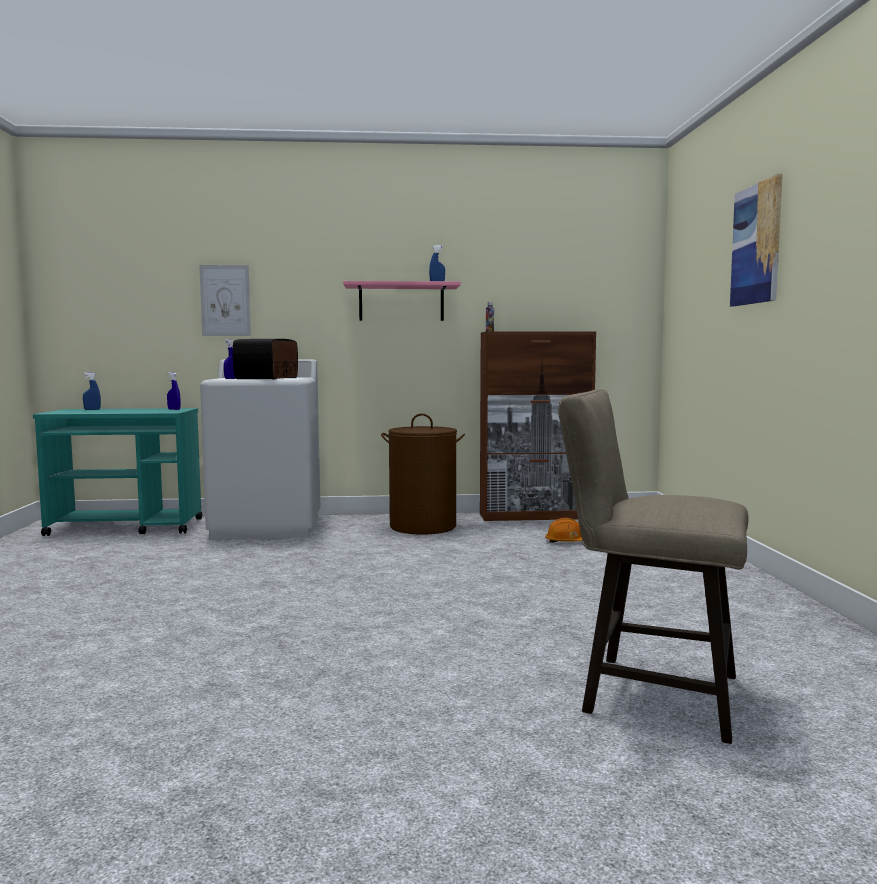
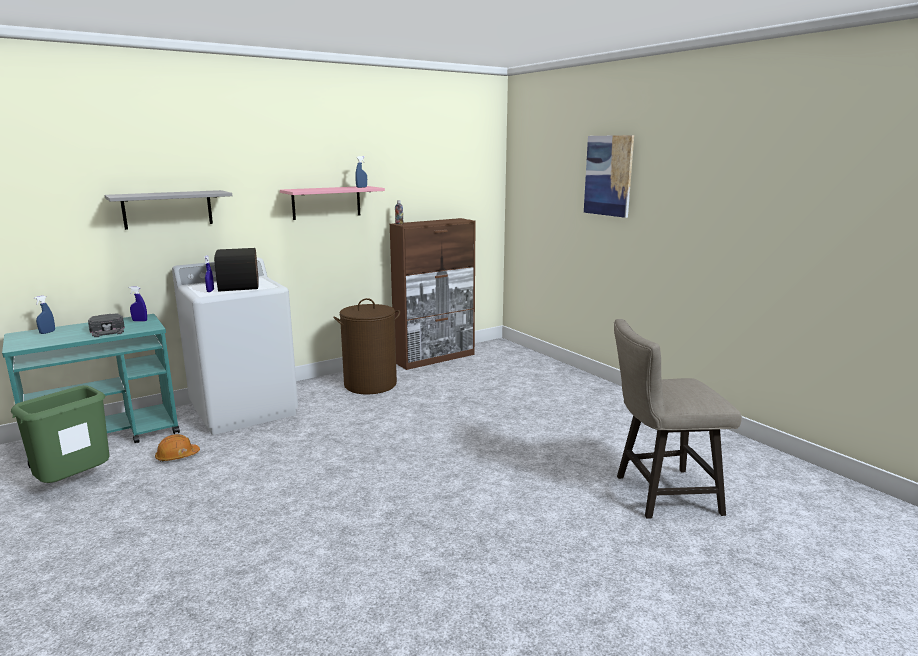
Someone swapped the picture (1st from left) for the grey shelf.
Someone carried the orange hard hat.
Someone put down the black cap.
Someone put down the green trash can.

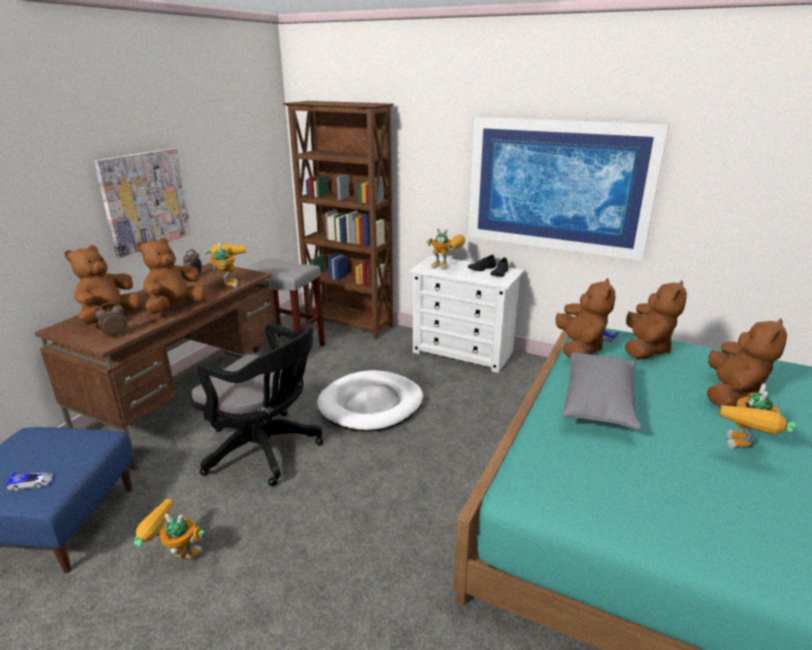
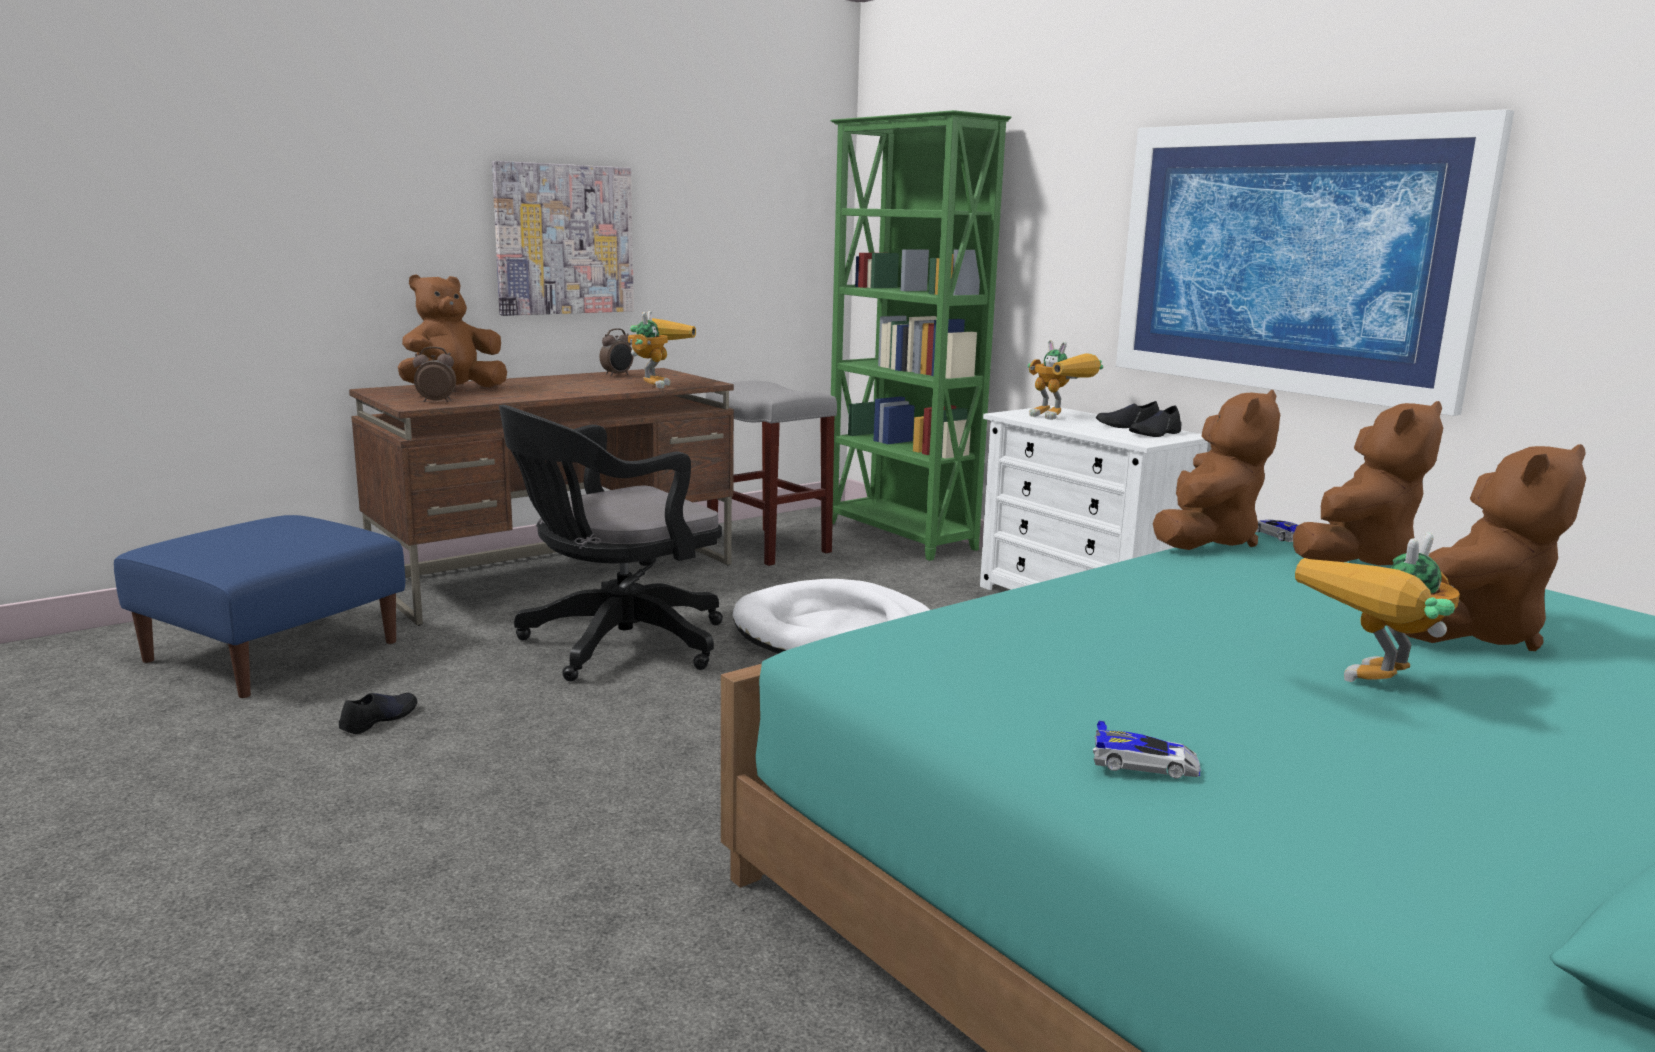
Someone repainted the brown bookcase, which became the green bookcase.
Someone took away the brown plush toy (2nd from left).
Someone rotated the black office chair by 90 degrees clockwise.
Someone took away the grey pillow.
Someone carried the toy car (1st from left).
Someone swapped the toy robot (1st from left) for the black shoe (1st from left).

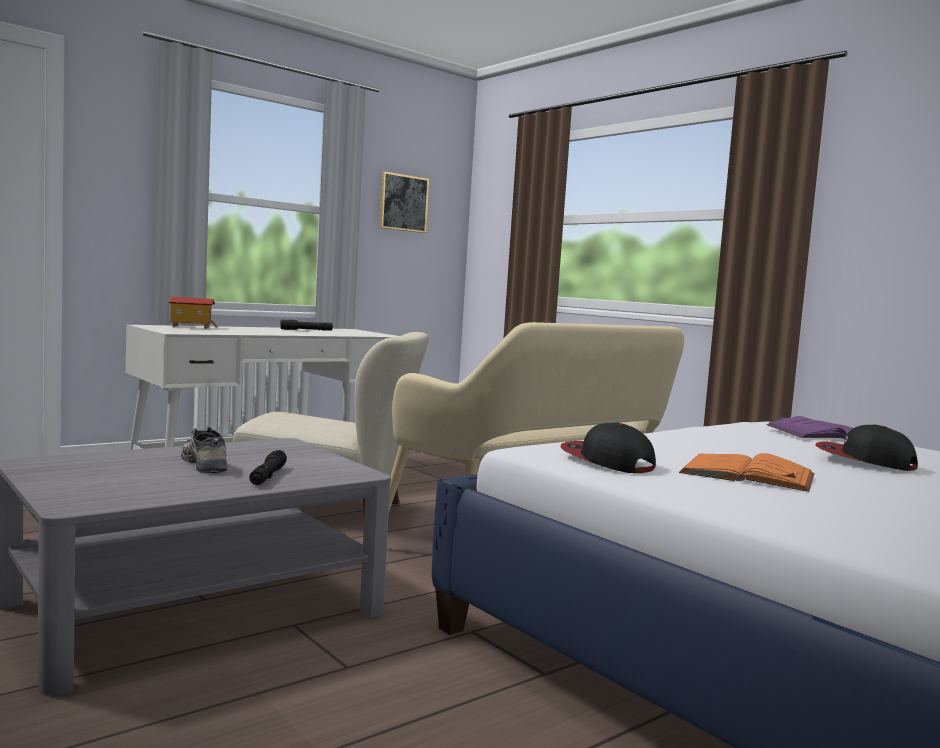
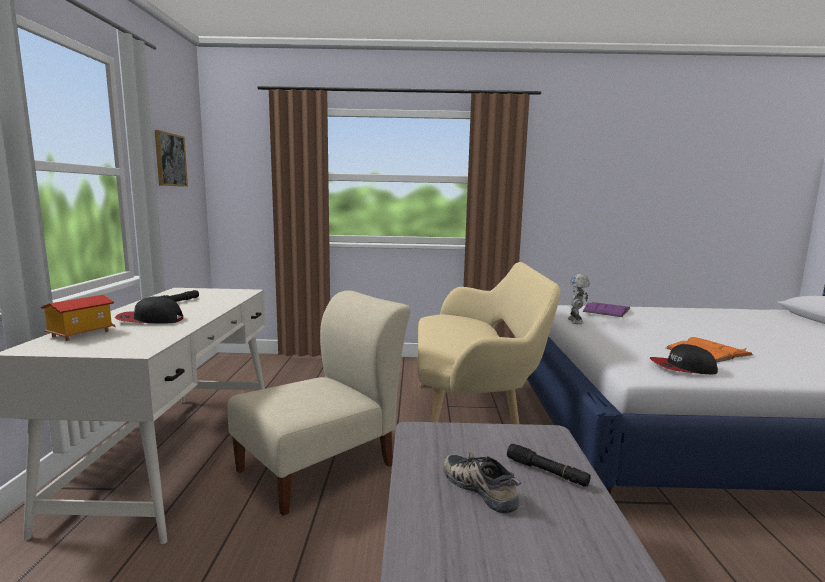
Someone carried the cap (2nd from left in the first image).
Someone rotated the shoe by 45 degrees clockwise.
Someone put down the toy robot.

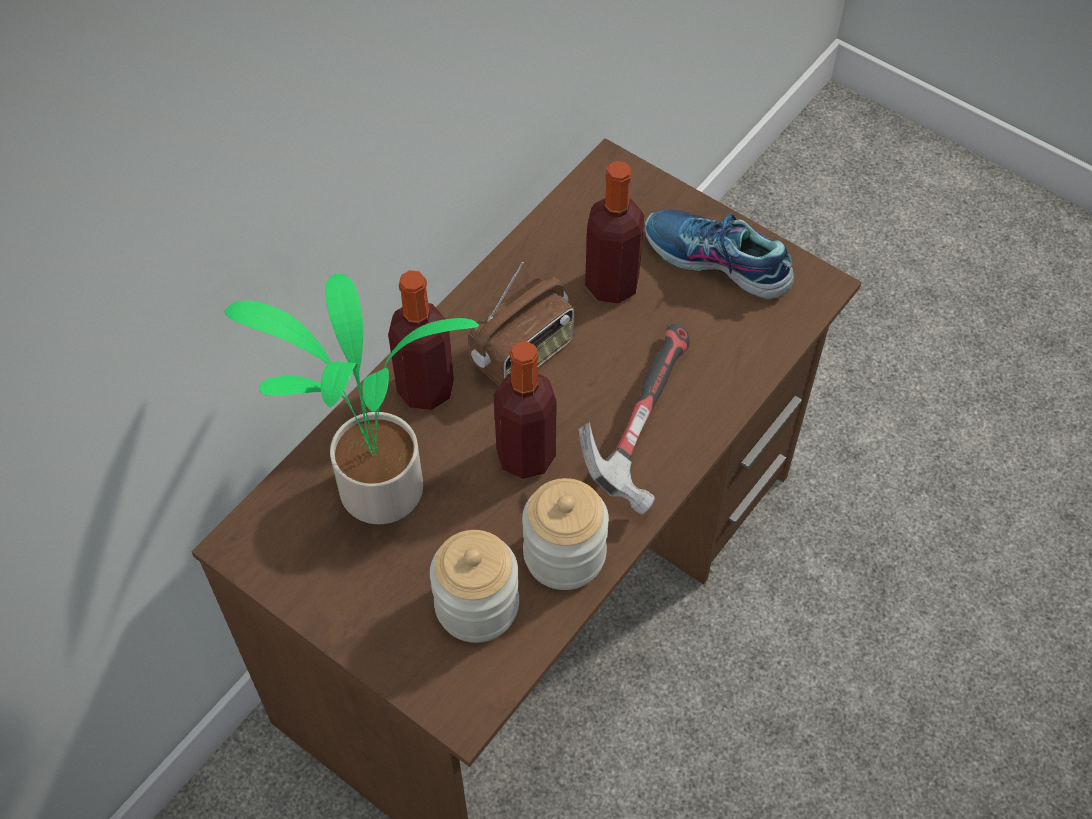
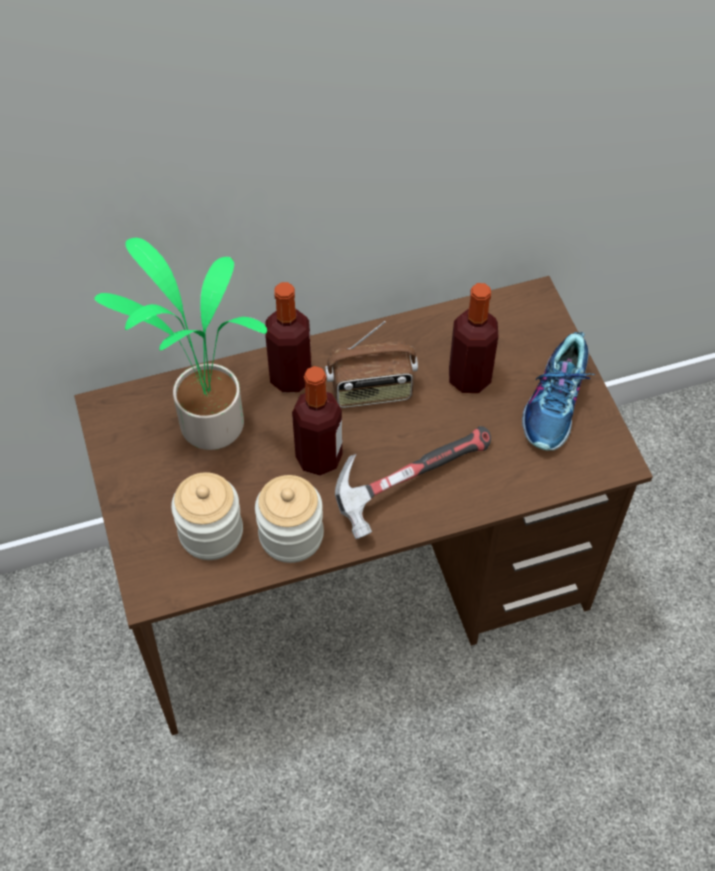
Someone rotated the shoe by 135 degrees counterclockwise.

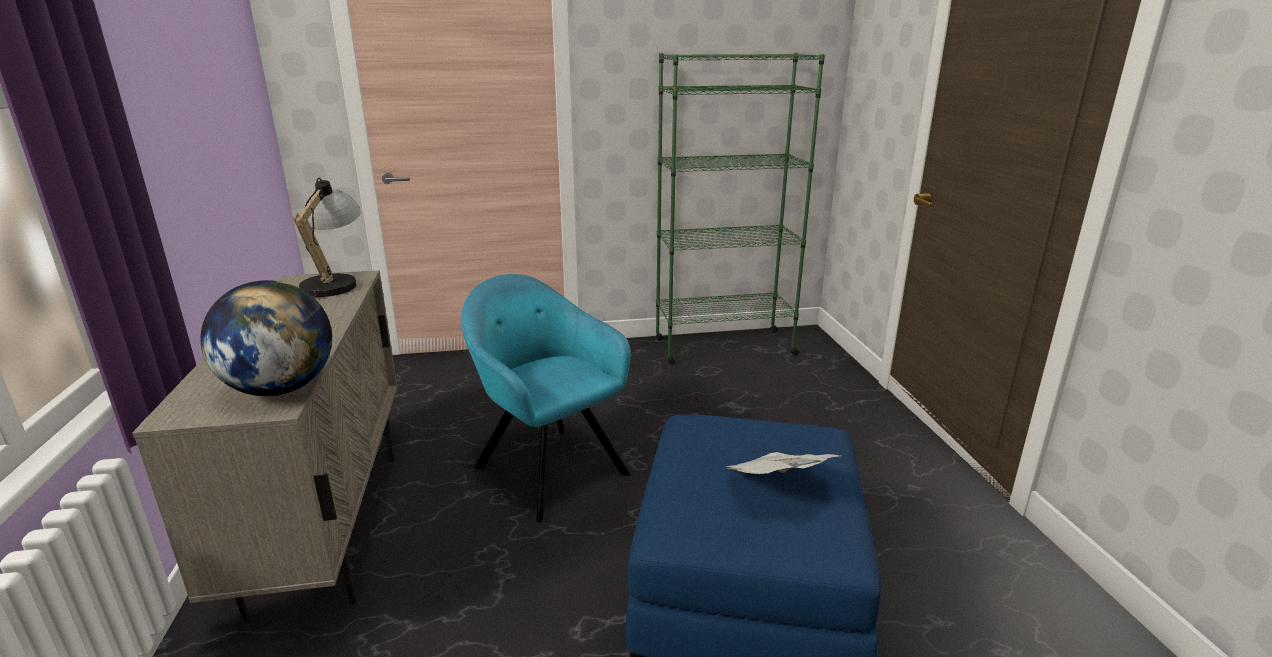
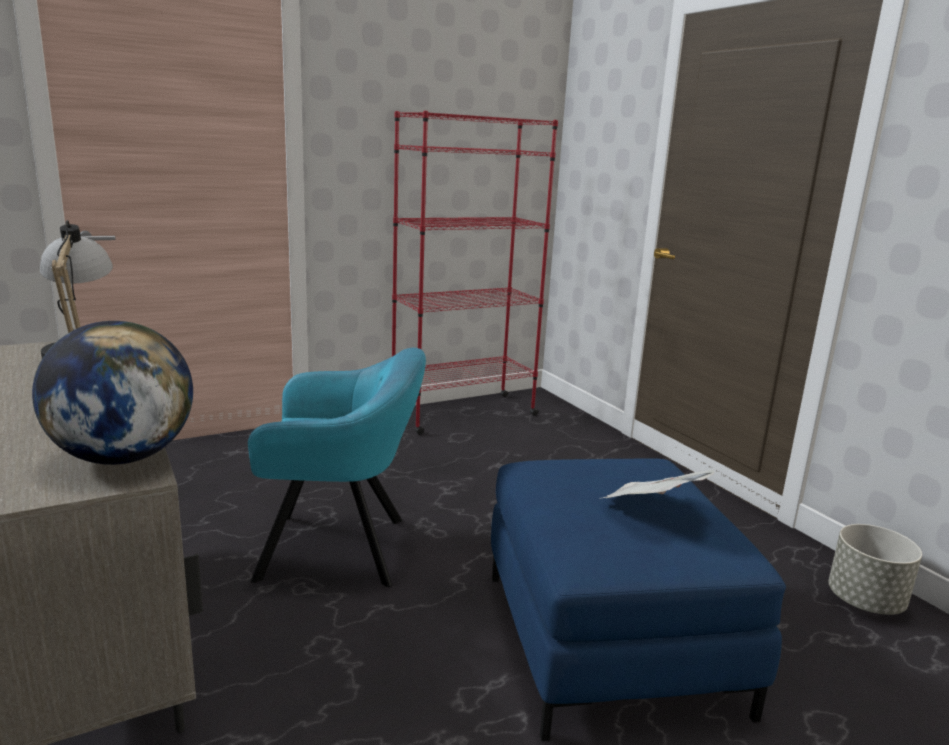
Someone repainted the green bookcase, which became the red bookcase.
Someone rotated the turquoise armchair by 150 degrees clockwise.
Someone put down the grey planter.

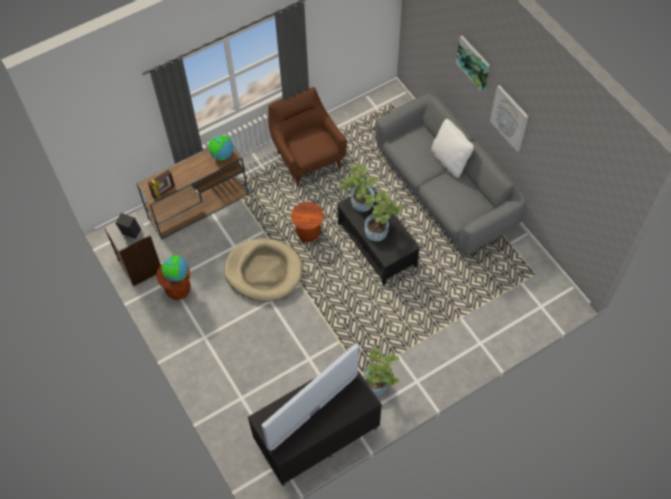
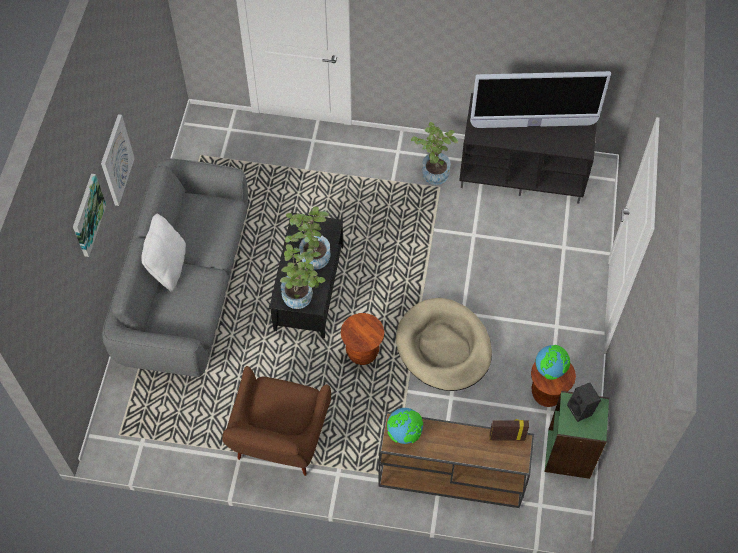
Someone repainted the grey bookcase, which became the green bookcase.

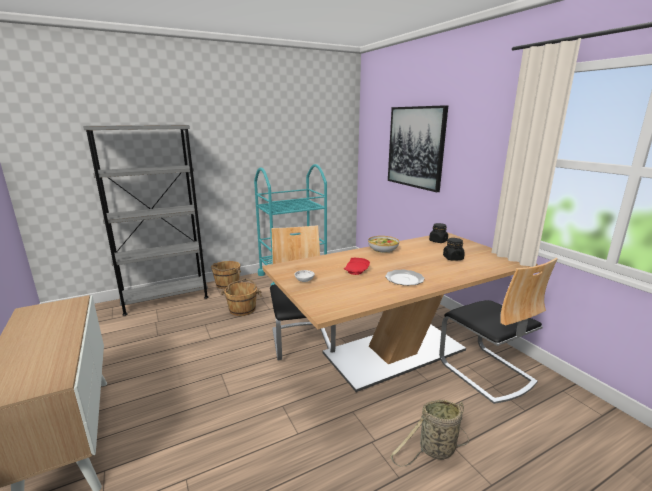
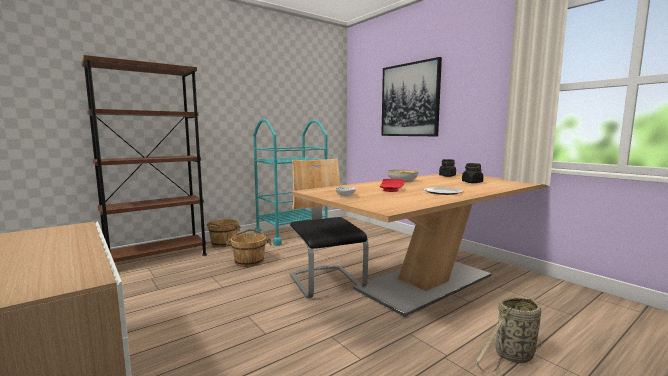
Someone repainted the grey bookcase, which became the brown bookcase.
Someone took away the chair (2nd from left).

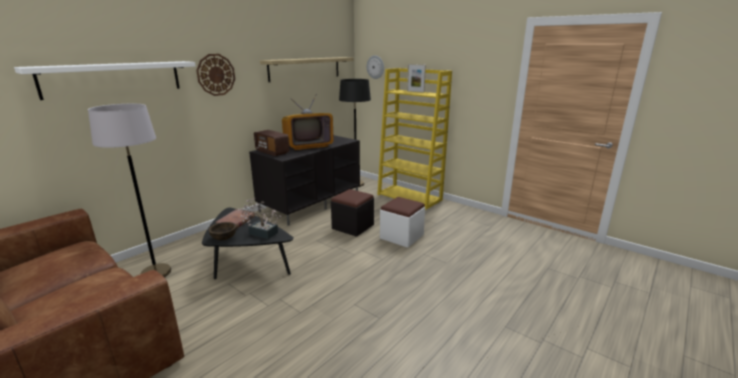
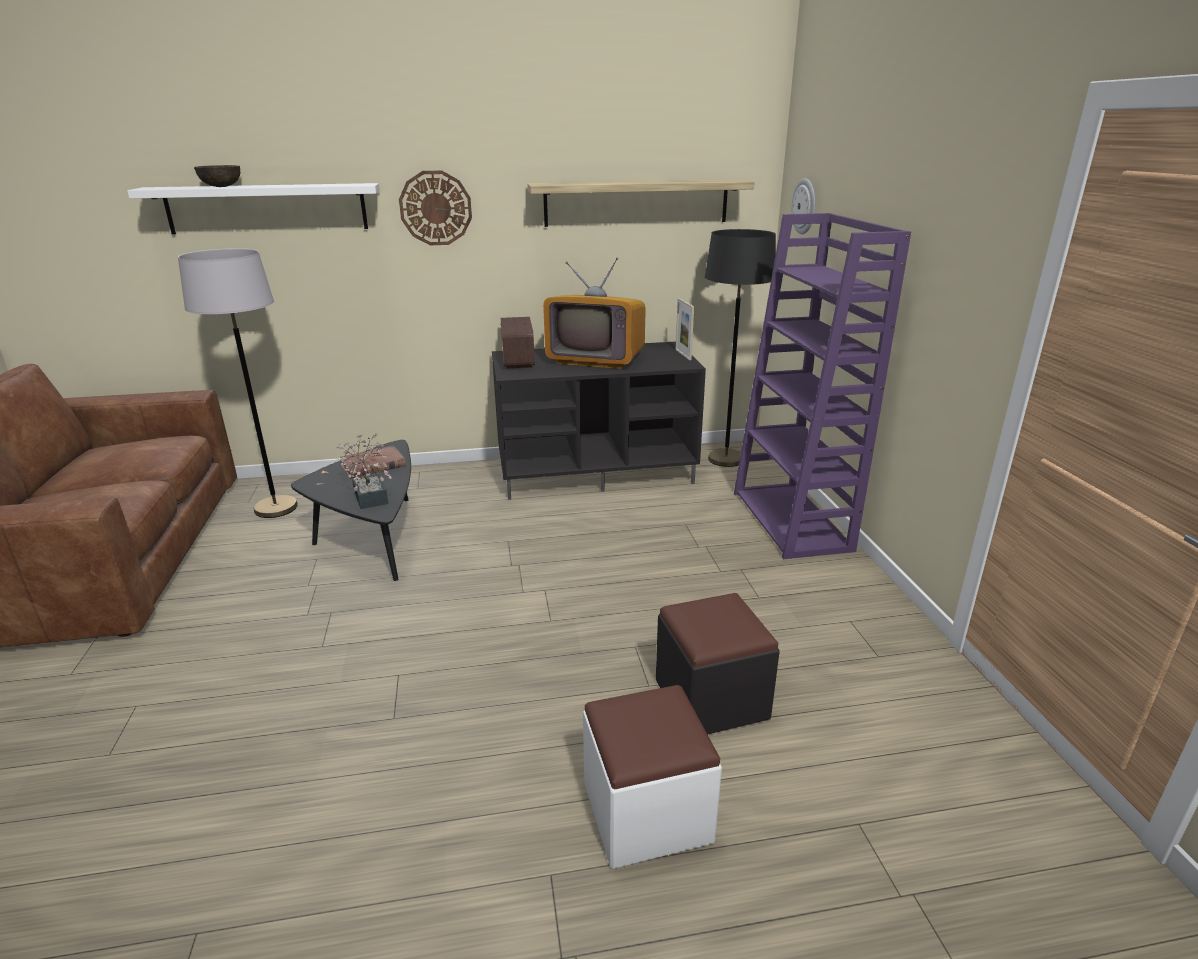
Someone carried the picture frame.
Someone repainted the yellow bookcase, which became the purple bookcase.
Someone carried the black ottoman.
Someone carried the white ottoman.
Someone carried the brown bowl.

